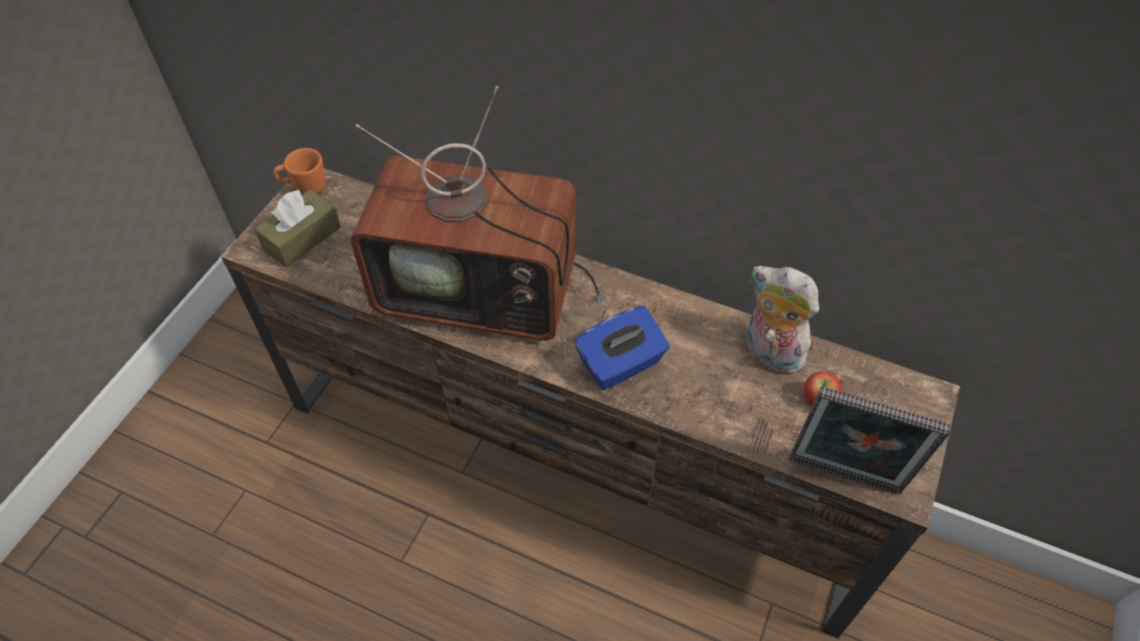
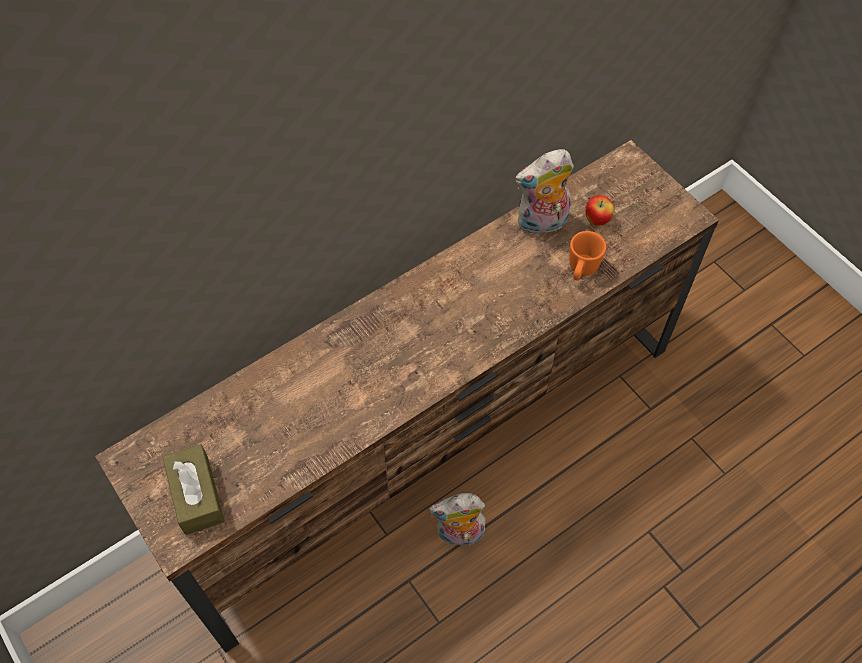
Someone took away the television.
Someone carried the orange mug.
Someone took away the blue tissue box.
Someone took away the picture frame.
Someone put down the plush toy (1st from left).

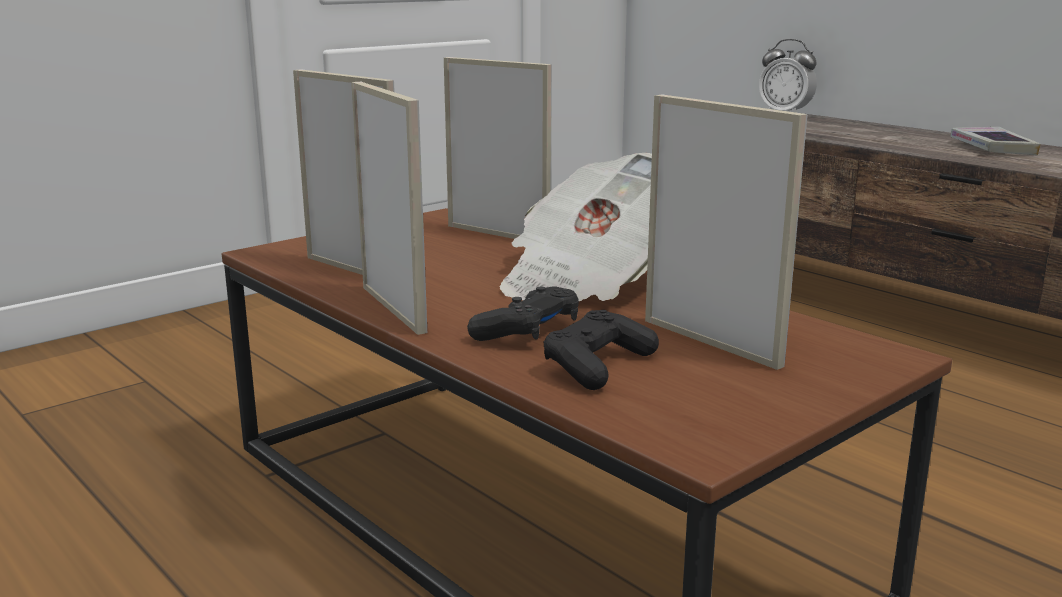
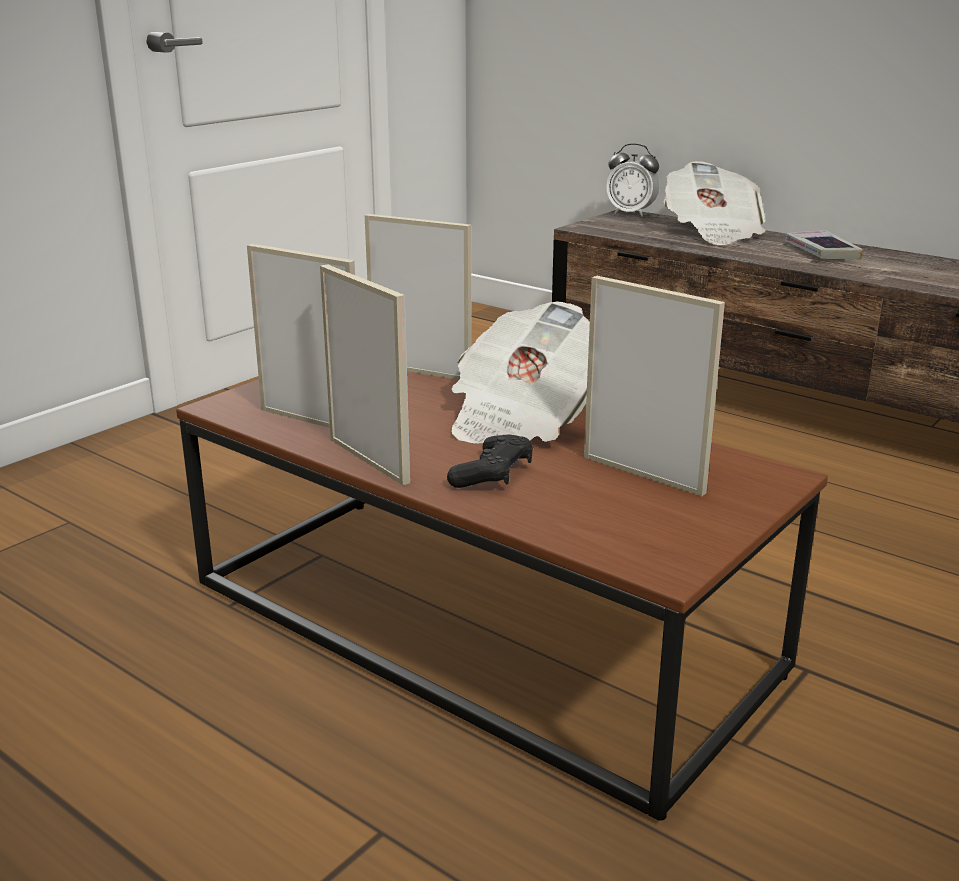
Someone took away the black game controller (2nd from left).
Someone put down the newspaper (2nd from left).

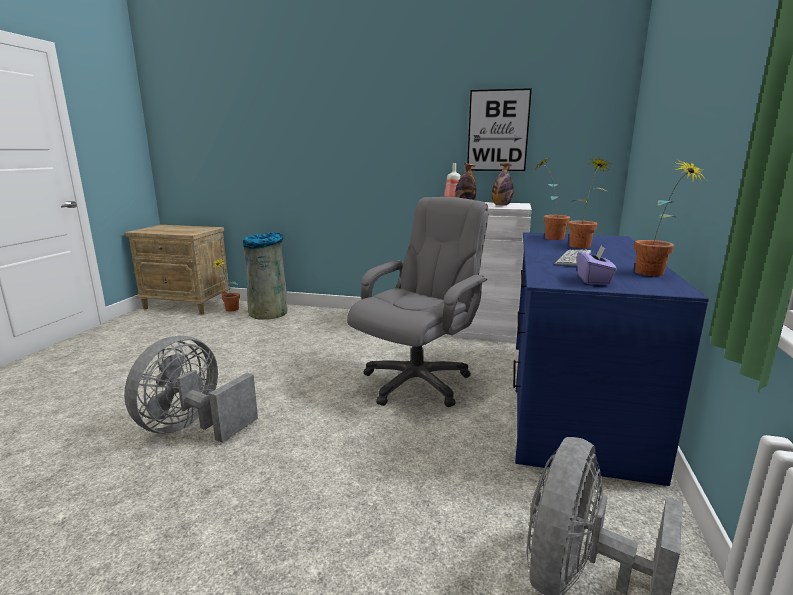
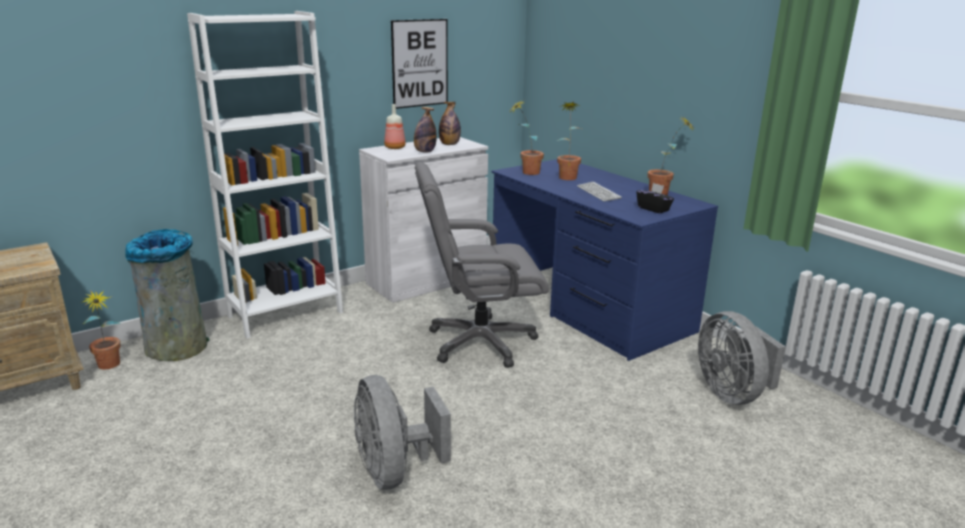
Someone rotated the grey office chair by 90 degrees counterclockwise.
Someone repainted the purple tissue box, which became the black tissue box.
Someone put down the white bookcase.

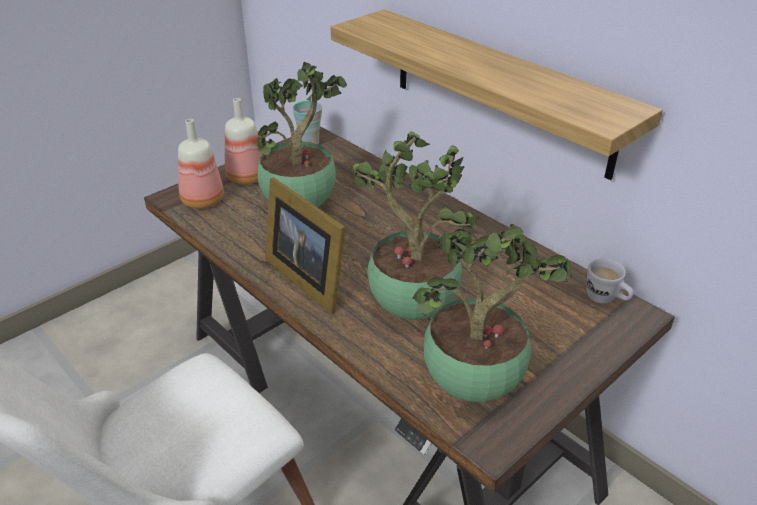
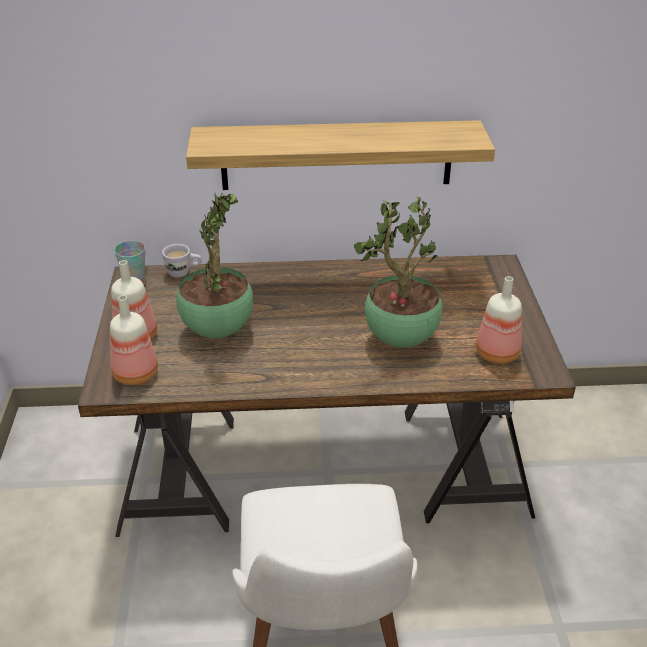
Someone took away the picture frame.
Someone swapped the potted plant (3rd from left) for the bottle (3rd from left).
Someone carried the white mug.

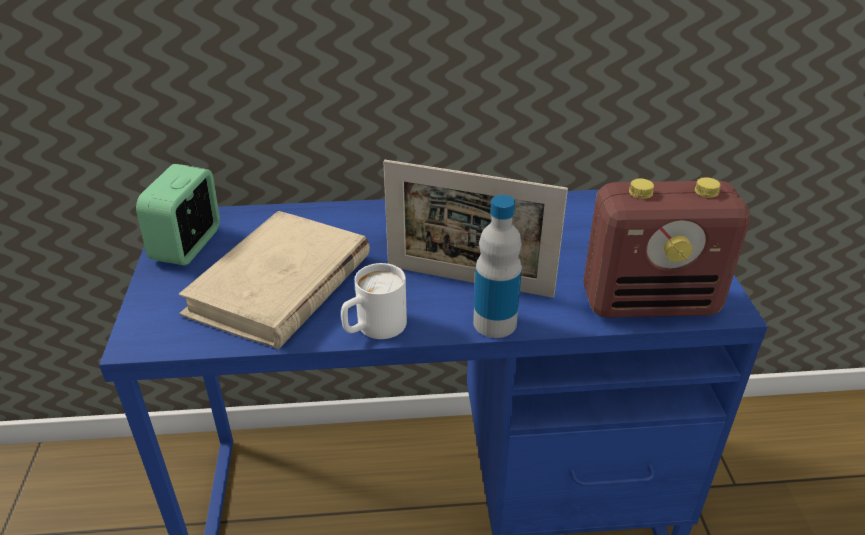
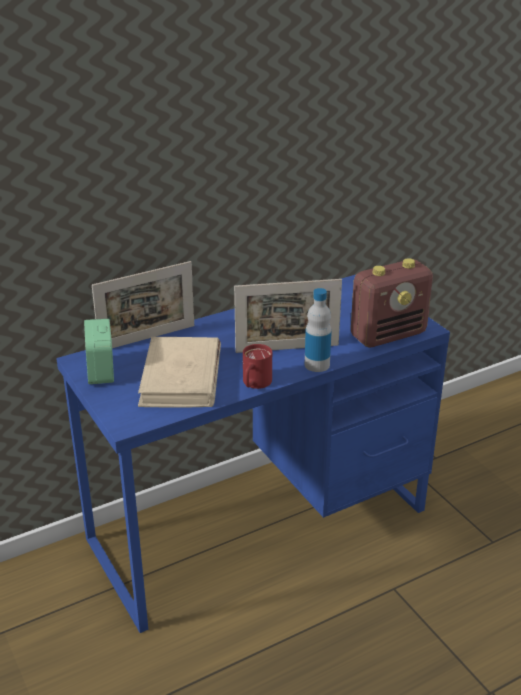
Someone repainted the white mug, which became the red mug.
Someone put down the picture frame (1st from left).

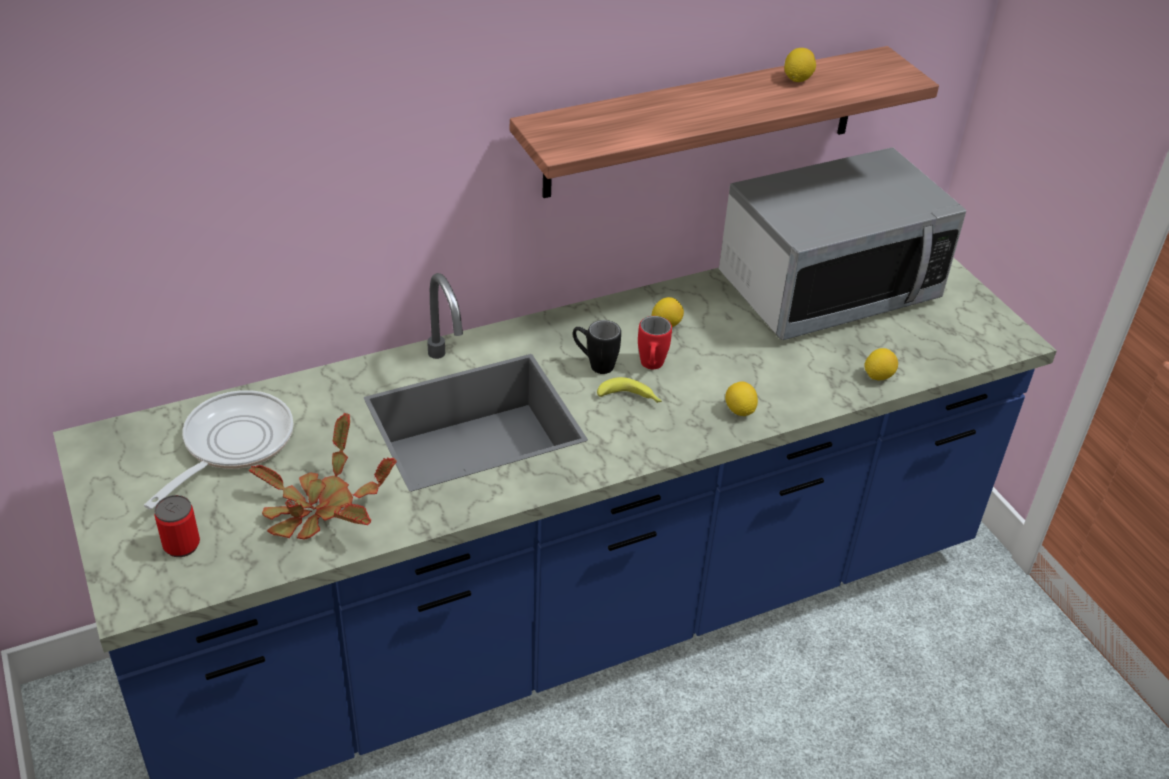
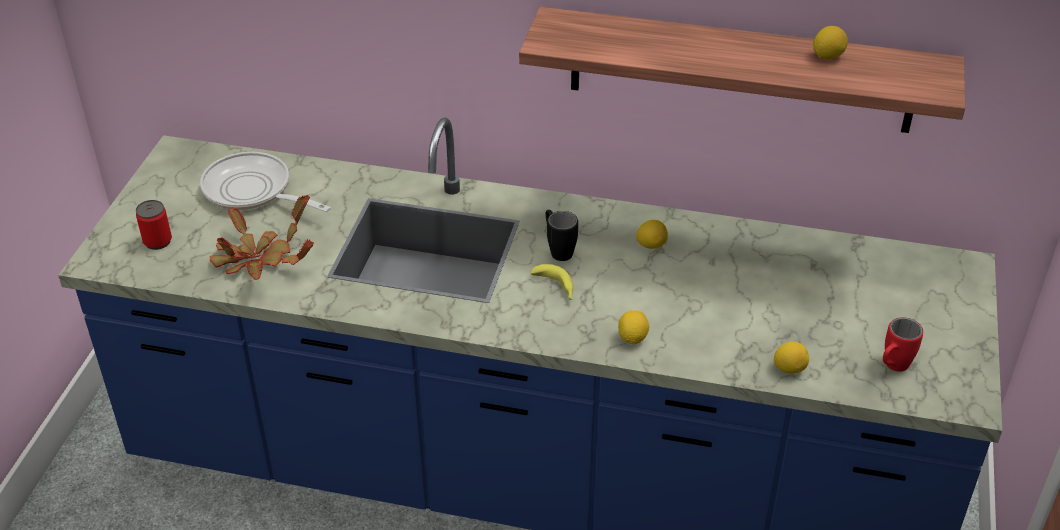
Someone took away the microwave.
Someone carried the red mug.
Someone rotated the frying pan by 120 degrees counterclockwise.

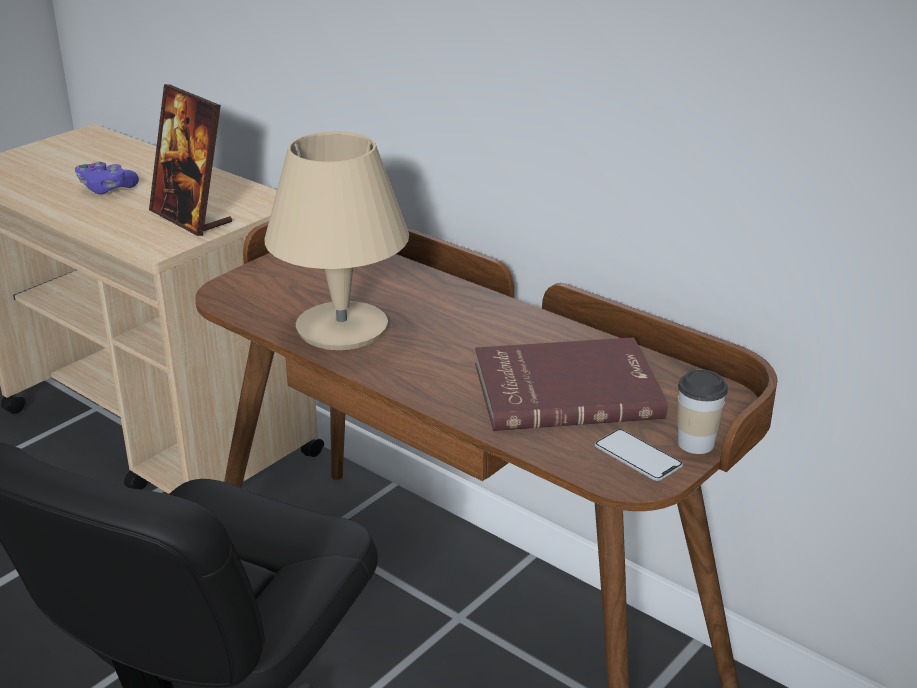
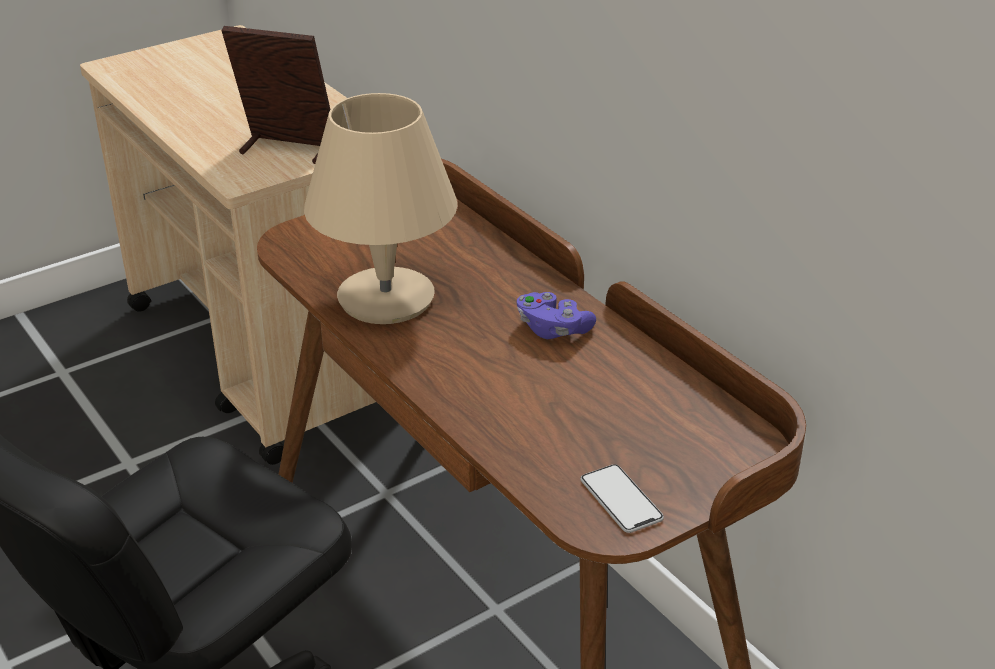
Someone rotated the picture frame by 135 degrees clockwise.
Someone carried the purple game controller.
Someone took away the red book.
Someone took away the cup.

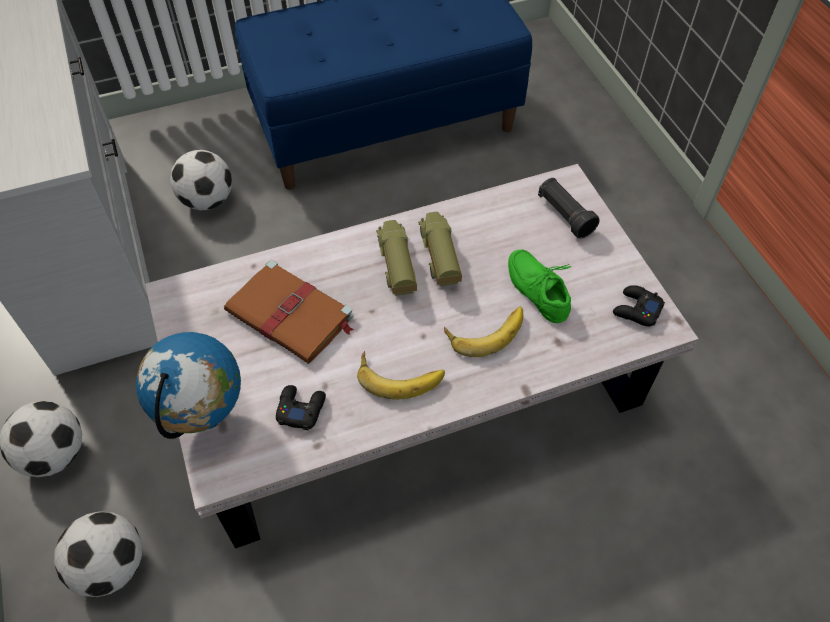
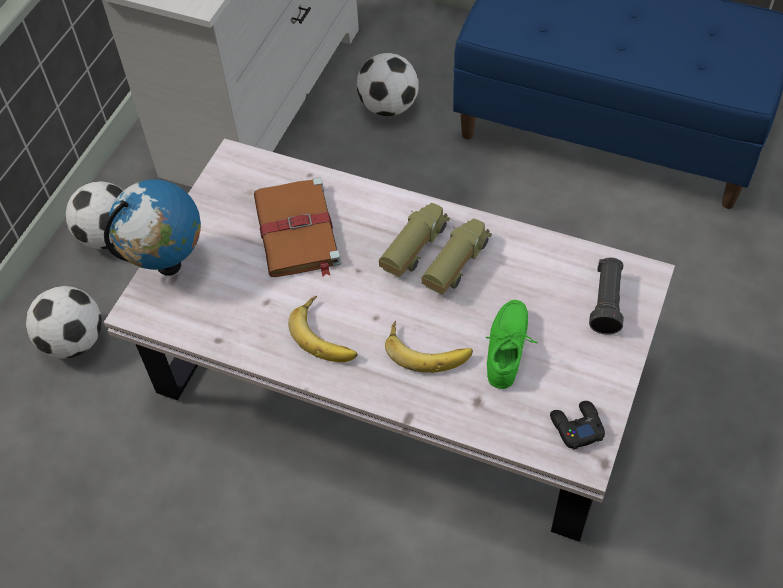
Someone took away the black game controller (1st from left).

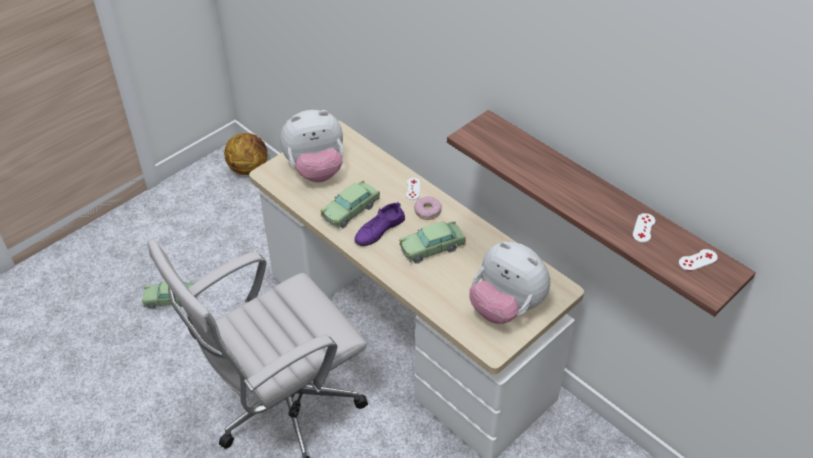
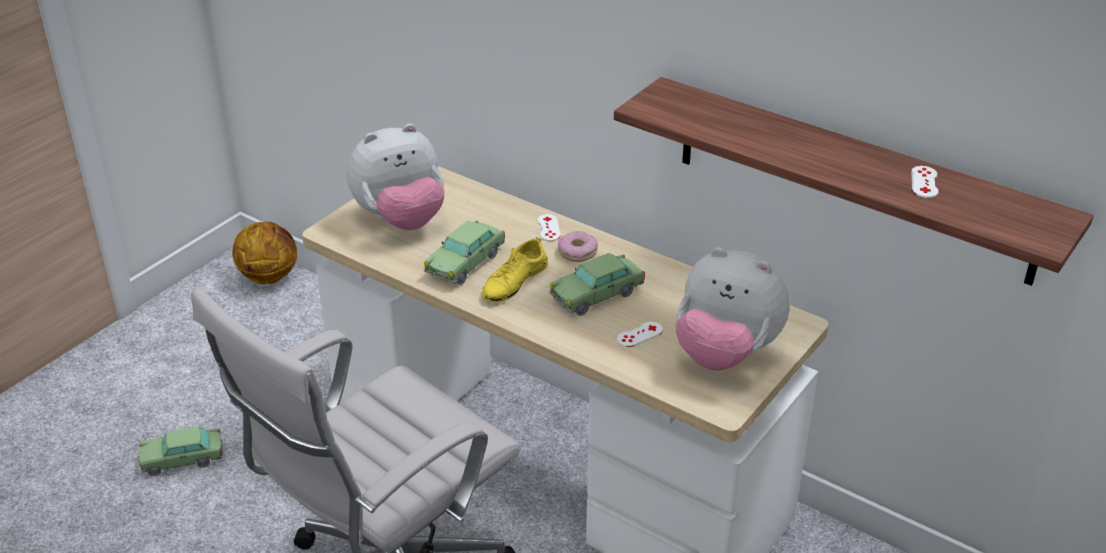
Someone repainted the purple shoe, which became the yellow shoe.
Someone carried the white game controller (3rd from left in the first image).

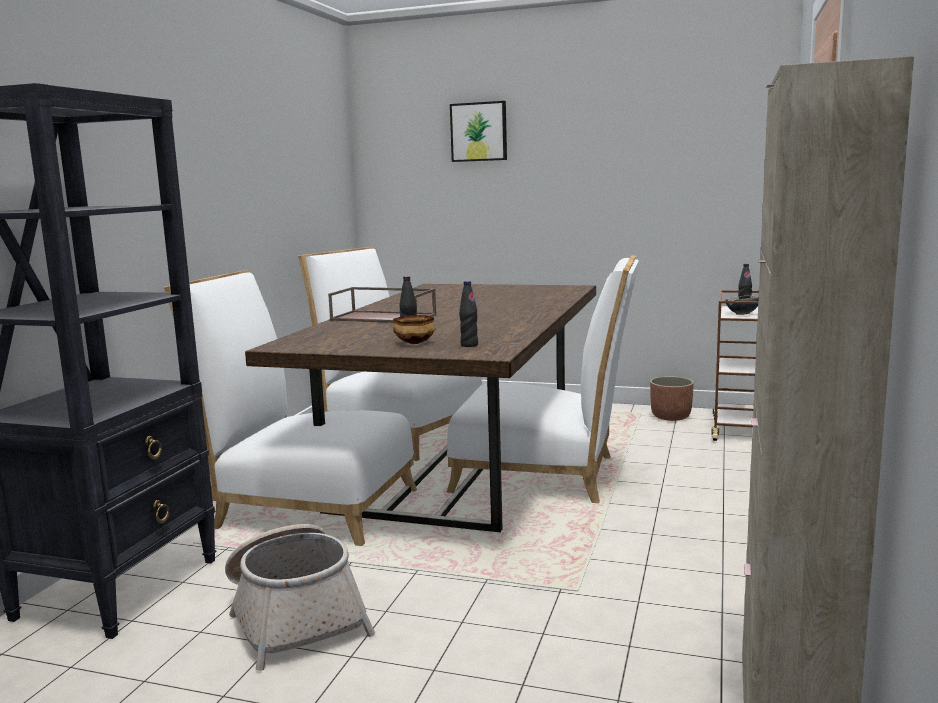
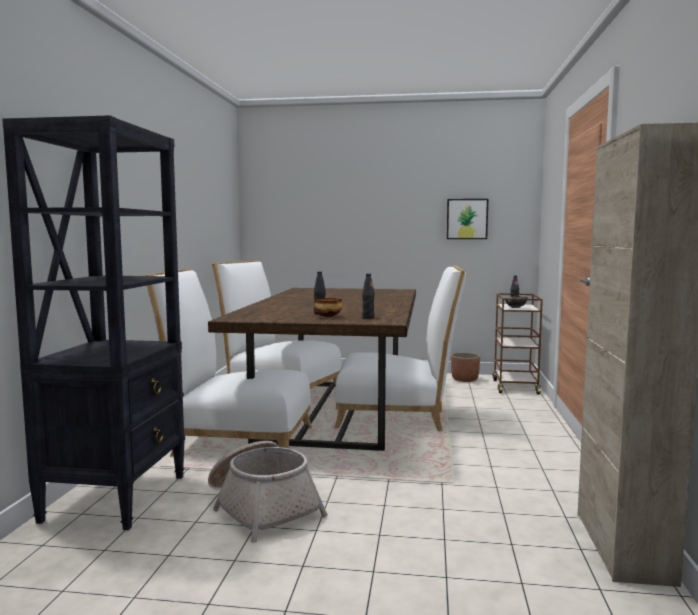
Someone carried the picture.
Someone took away the brown tray.

